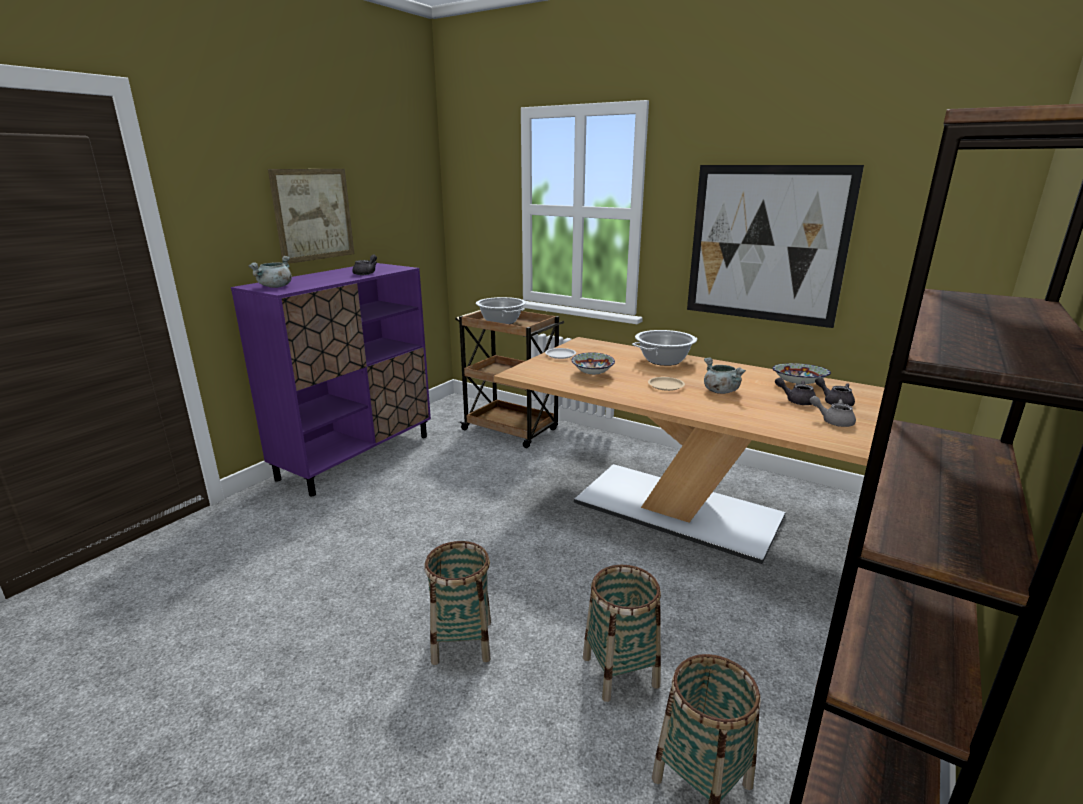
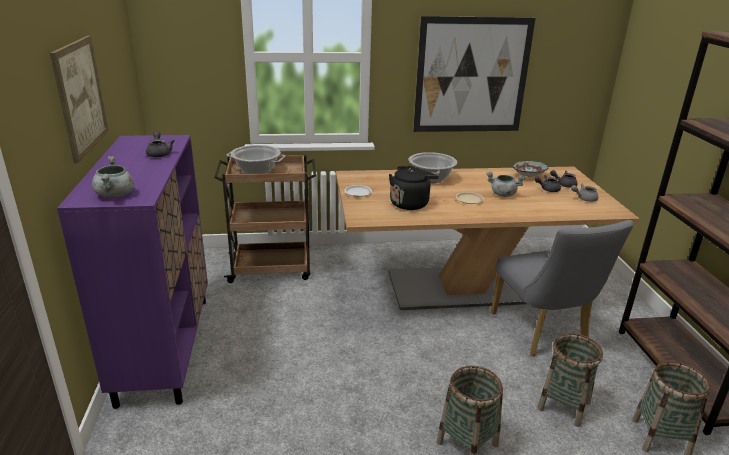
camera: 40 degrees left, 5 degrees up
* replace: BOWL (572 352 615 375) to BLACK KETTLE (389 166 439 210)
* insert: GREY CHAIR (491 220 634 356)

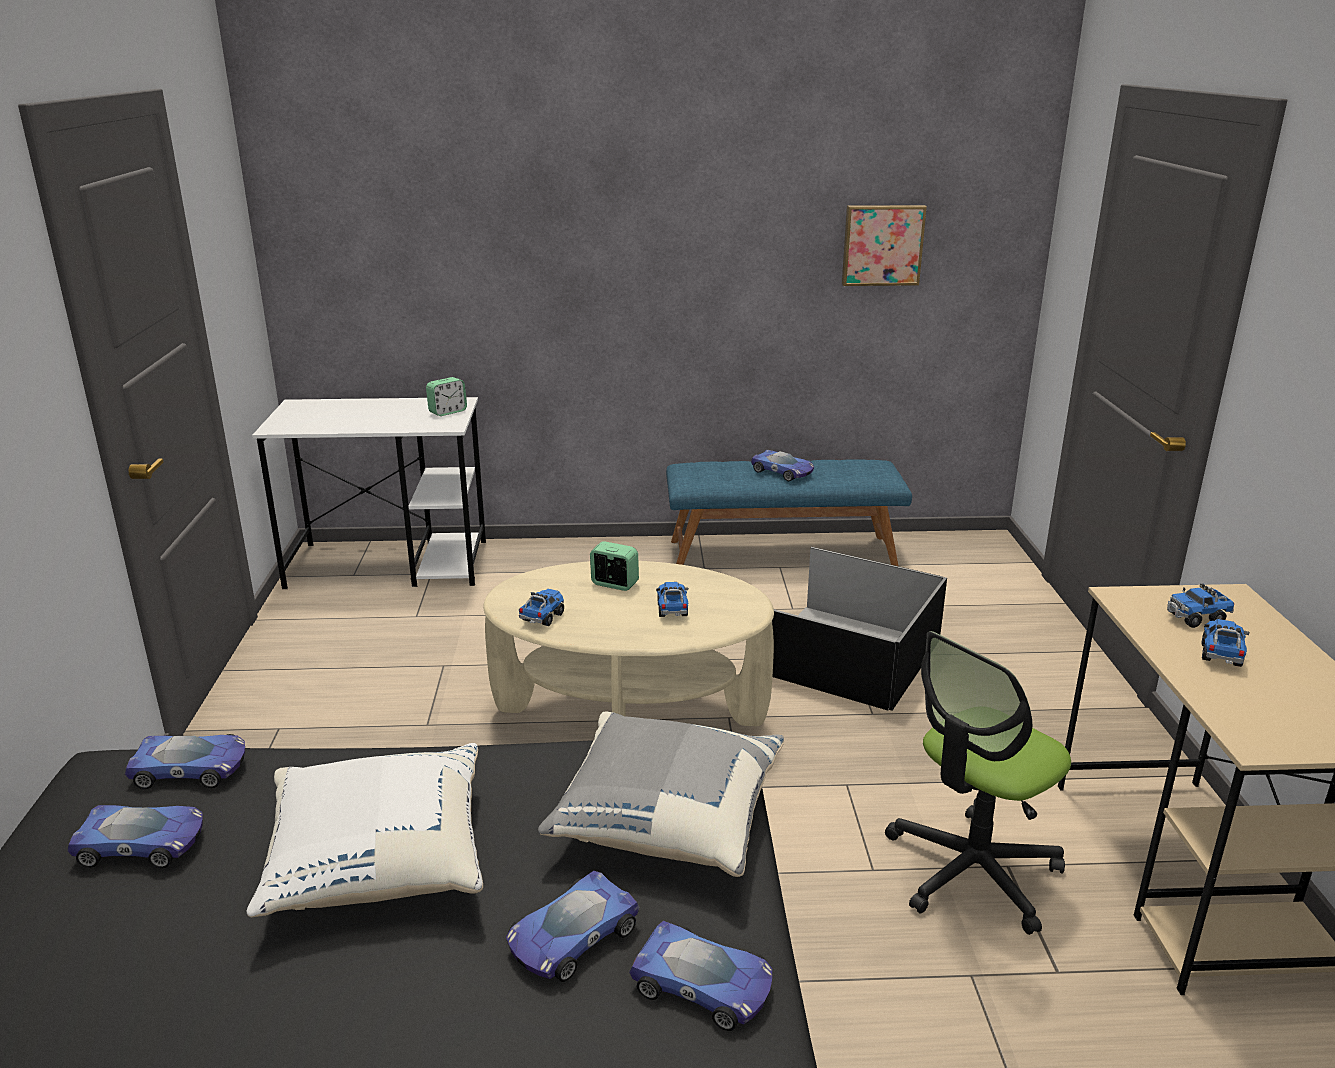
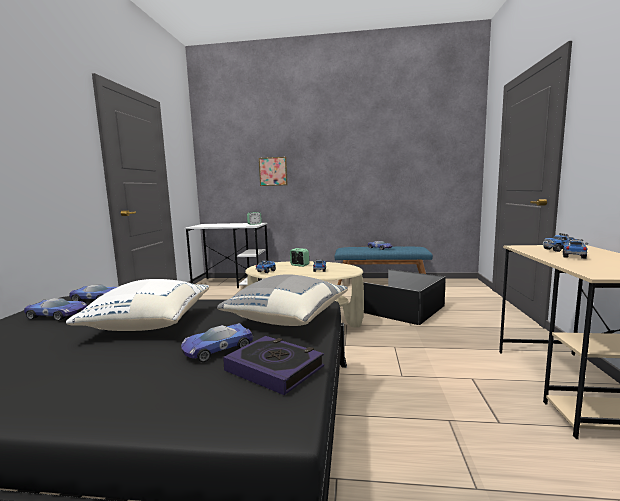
camera: 10 degrees right, 15 degrees down
* move: PICTURE (842 205 927 286) to (259 157 288 186)
* delete: OFFICE CHAIR (885 631 1071 935)
* replace: TOY CAR (629 921 772 1031) to BOOK (223 336 324 395)

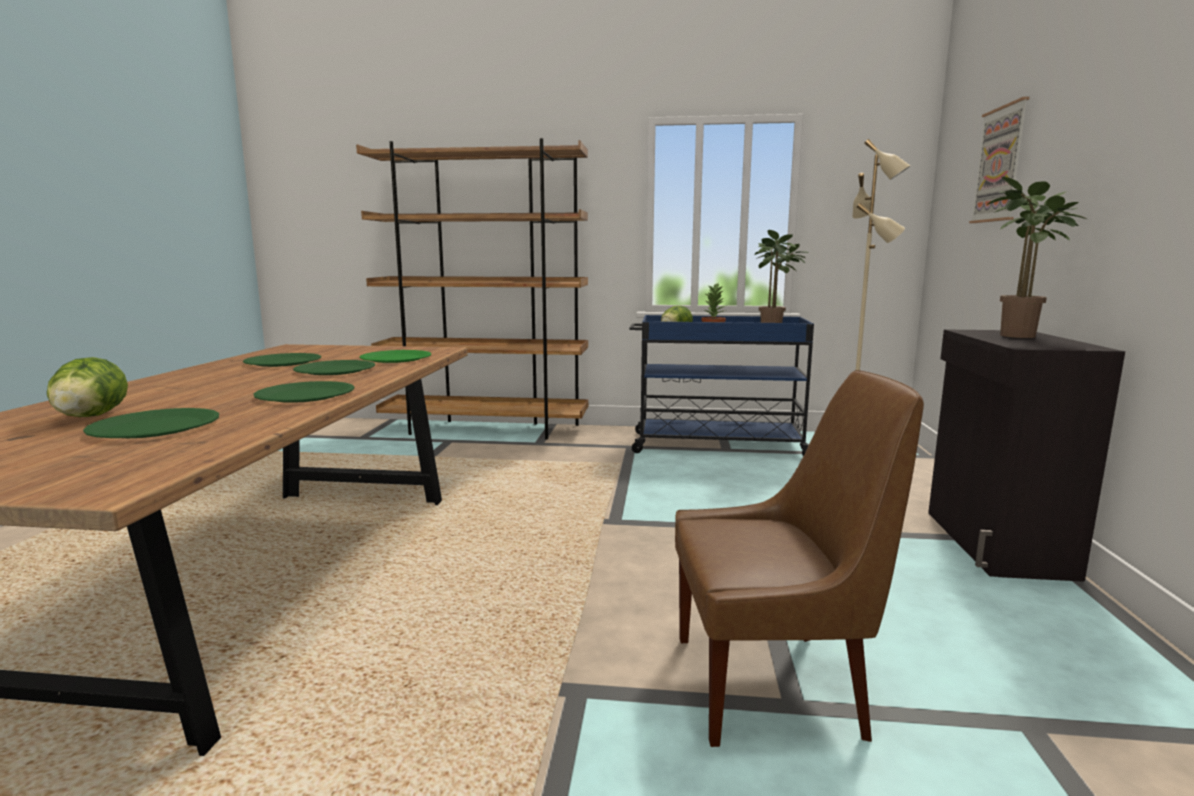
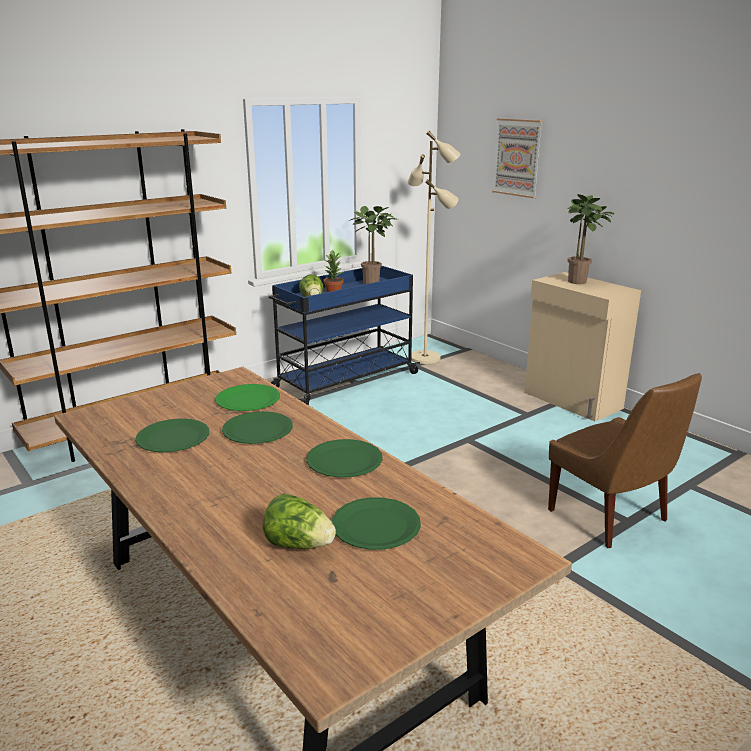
camera: 45 degrees left, 10 degrees up
* recolor: BLACK CABINET (928 329 1125 582) to BEIGE CABINET (525 272 641 422)
* rotate: BROWN CHAIR (675 370 924 747) = (548 373 702 548) 105 degrees clockwise

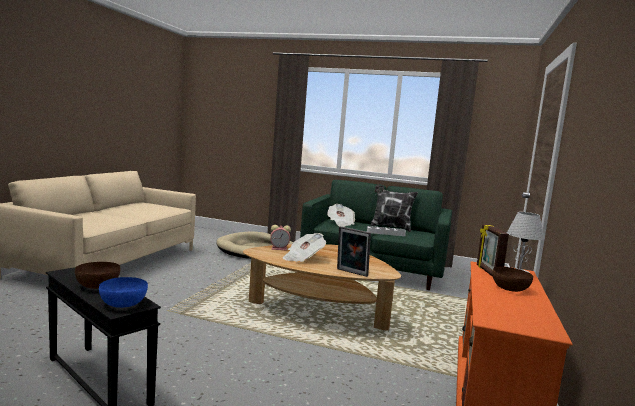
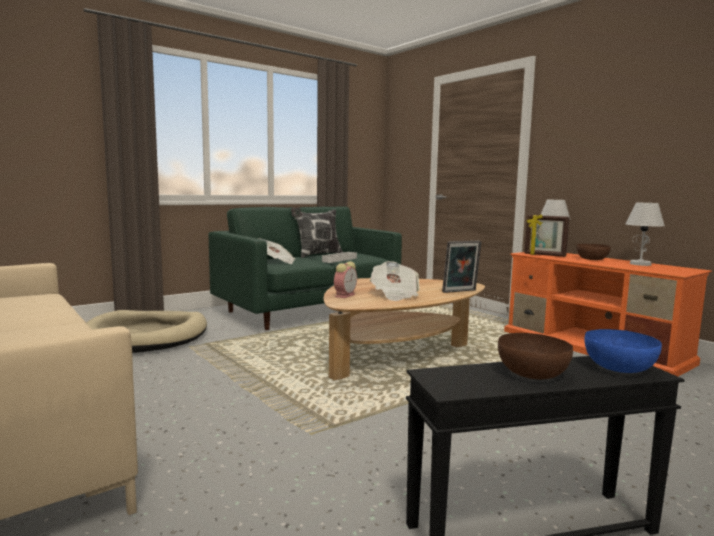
camera: 55 degrees left, 0 degrees up
* insert: WHITE TABLE LAMP (626 203 665 266)

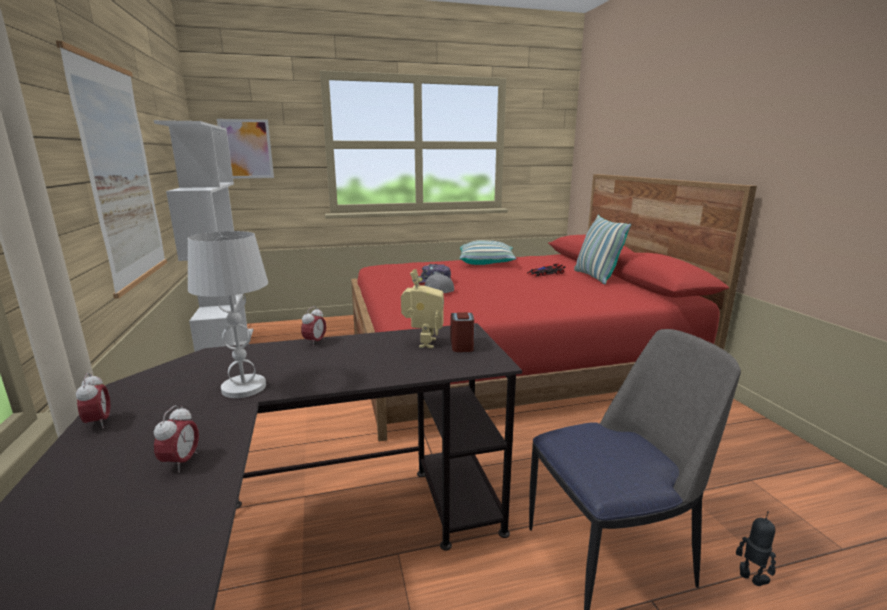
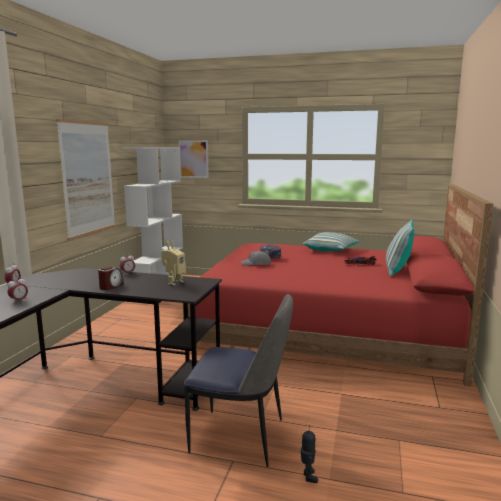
camera: 30 degrees right, 5 degrees down
* delete: WHITE TABLE LAMP (188 231 268 398)
* move: ALARM CLOCK (450 312 474 352) to (98 267 124 290)

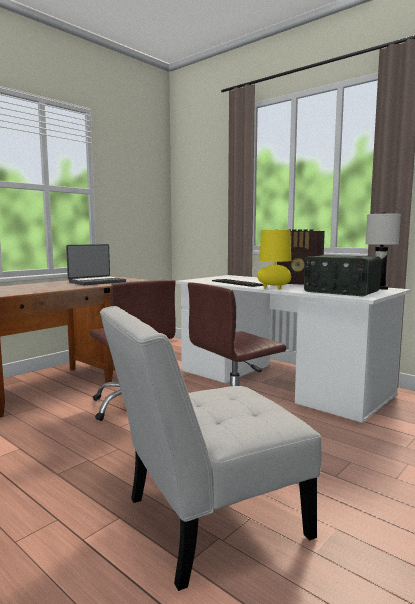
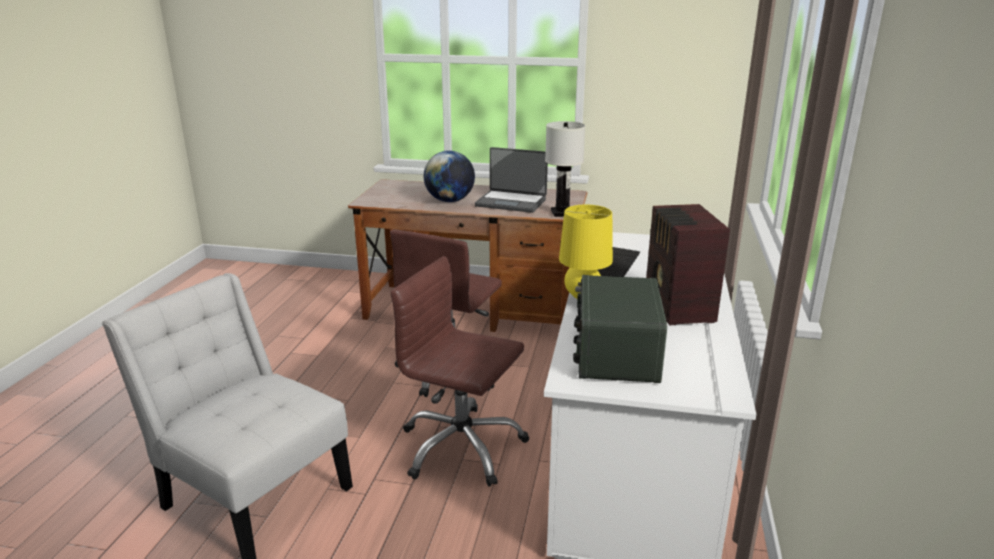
camera: 60 degrees right, 15 degrees up
* move: WHITE TABLE LAMP (365 212 401 290) to (545 121 585 217)
* insert: GLOBE (424 150 475 202)

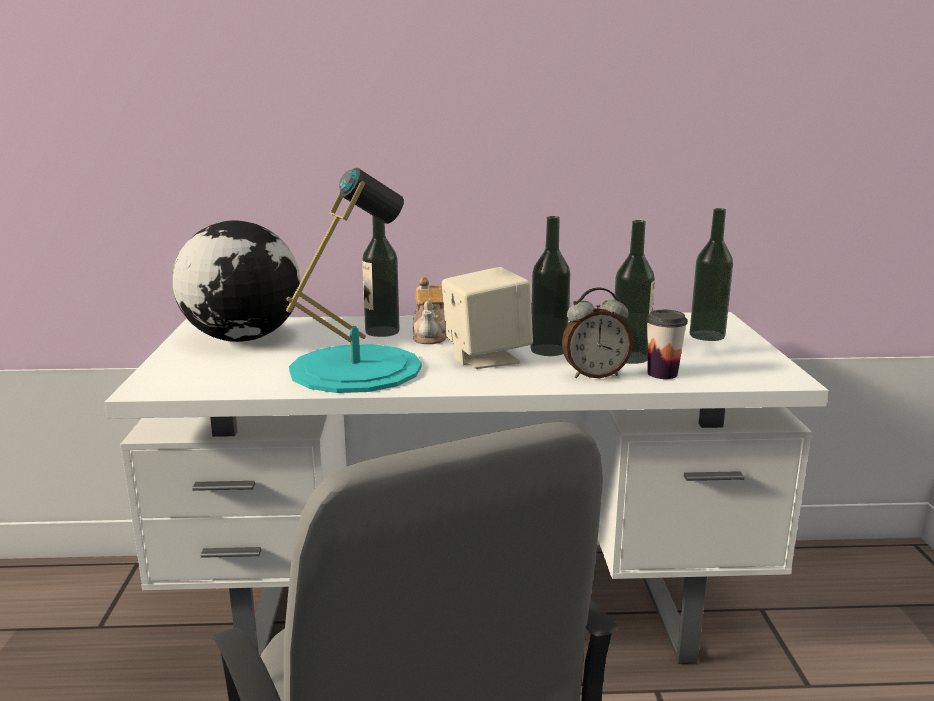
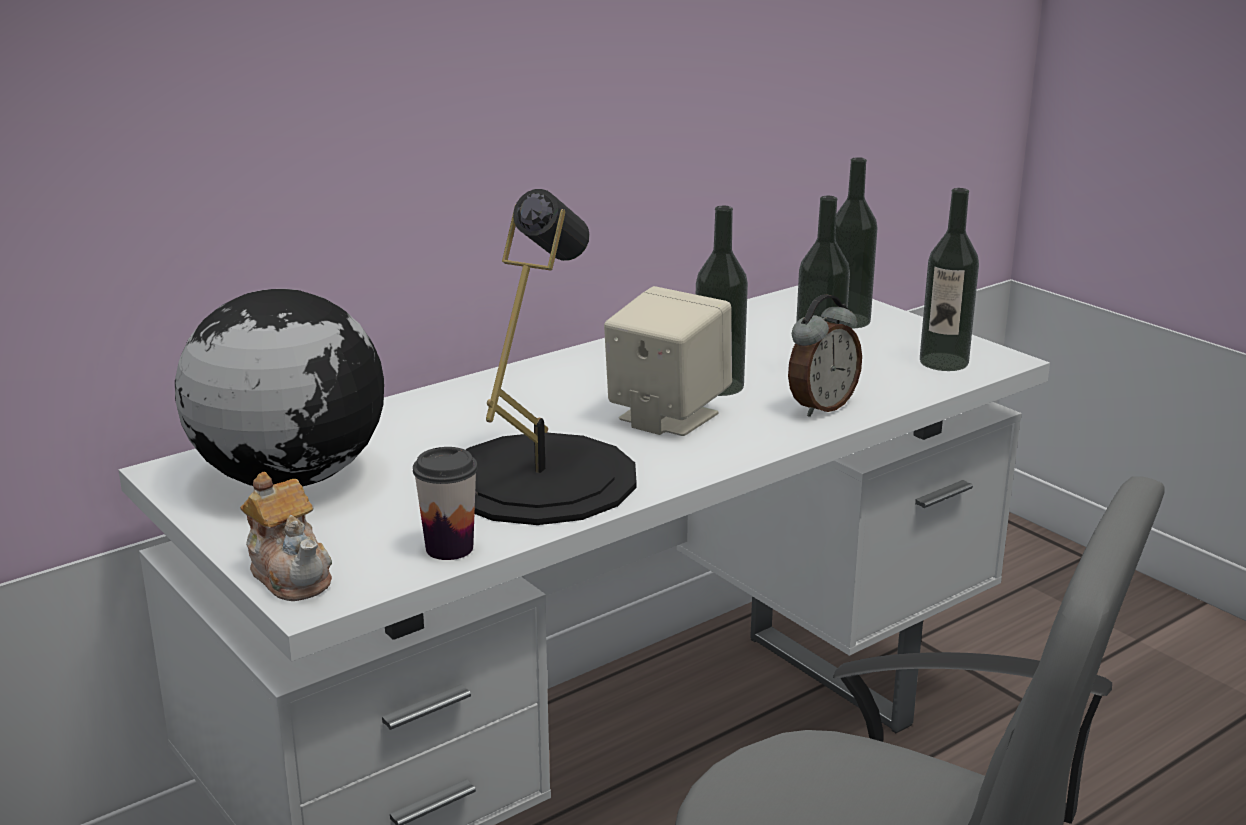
camera: 35 degrees left, 5 degrees up
* recolor: TURQUOISE TABLE LAMP (286 168 422 393) to BLACK TABLE LAMP (466 189 637 525)
* move: BOTTLE (362 215 399 337) to (920 188 979 371)
* move: TEAPOT (413 277 447 344) to (240 472 332 601)
* move: CUP (646 310 688 379) to (413 447 478 560)

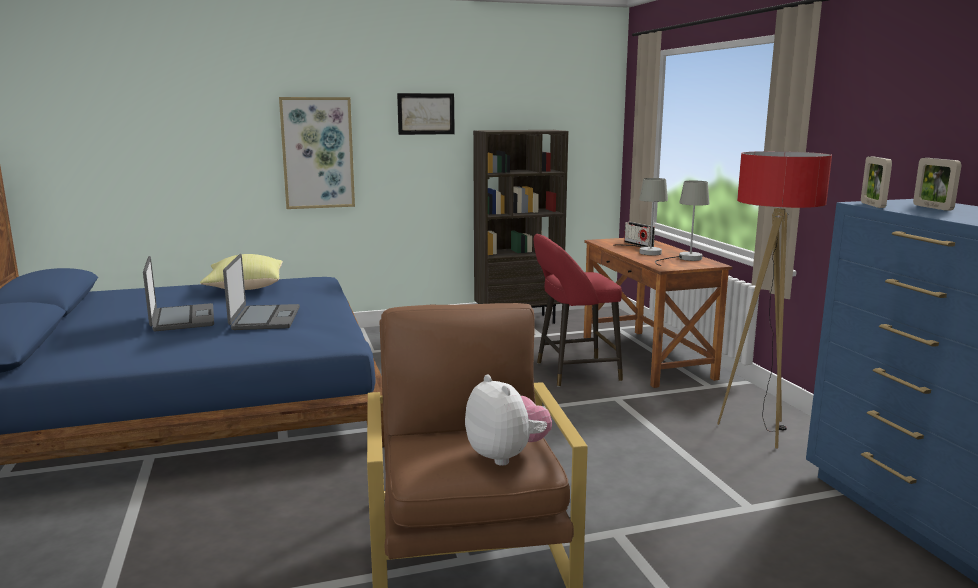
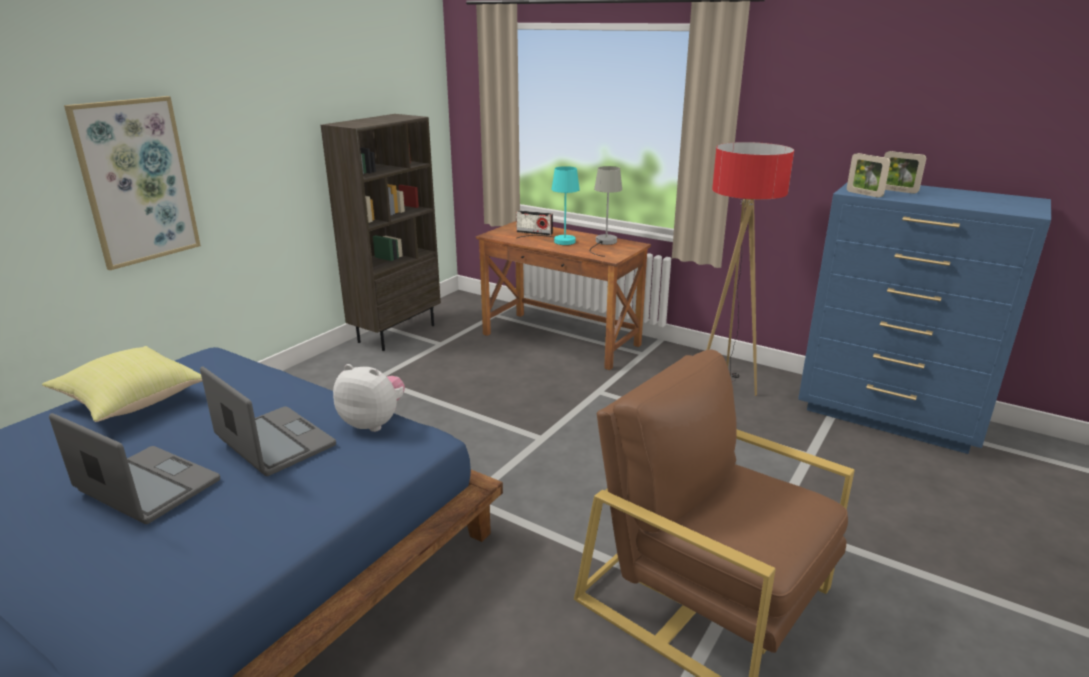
camera: 40 degrees left, 10 degrees up
* delete: PICTURE (397 93 455 135)
* recolor: GREY TABLE LAMP (624 178 668 255) to TURQUOISE TABLE LAMP (516 166 580 245)
* delete: RED STOOL (534 234 623 387)
* move: PLUSH TOY (465 374 552 466) to (333 364 405 432)

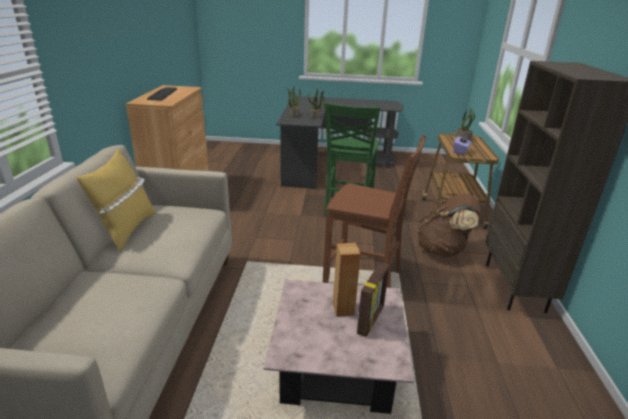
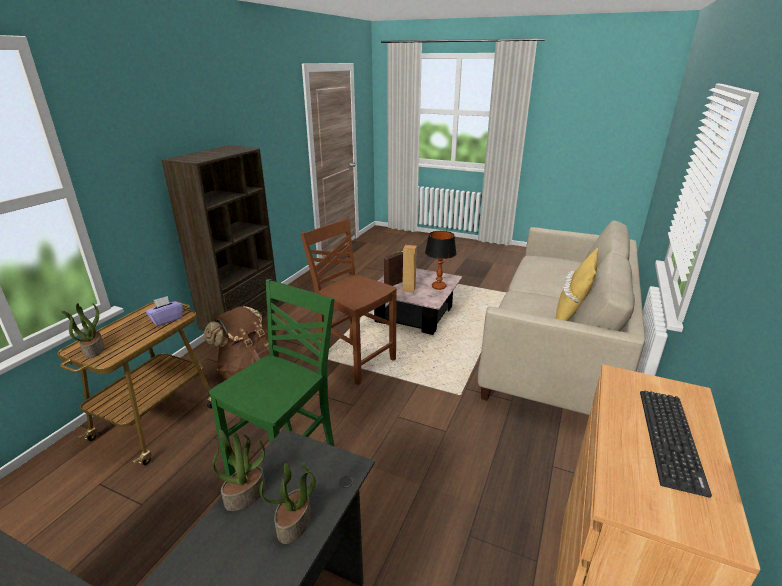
camera: 160 degrees left, 0 degrees up
* insert: TABLE LAMP (425 231 457 290)

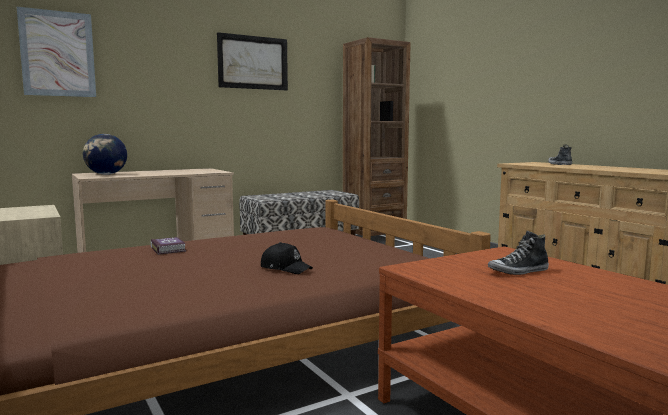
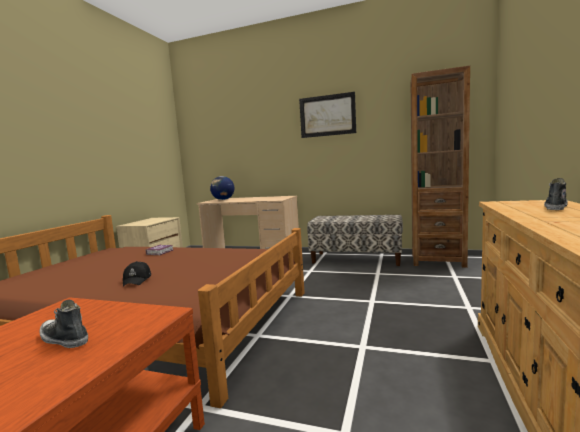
camera: 50 degrees right, 0 degrees up
* delete: PICTURE (17 7 96 97)

